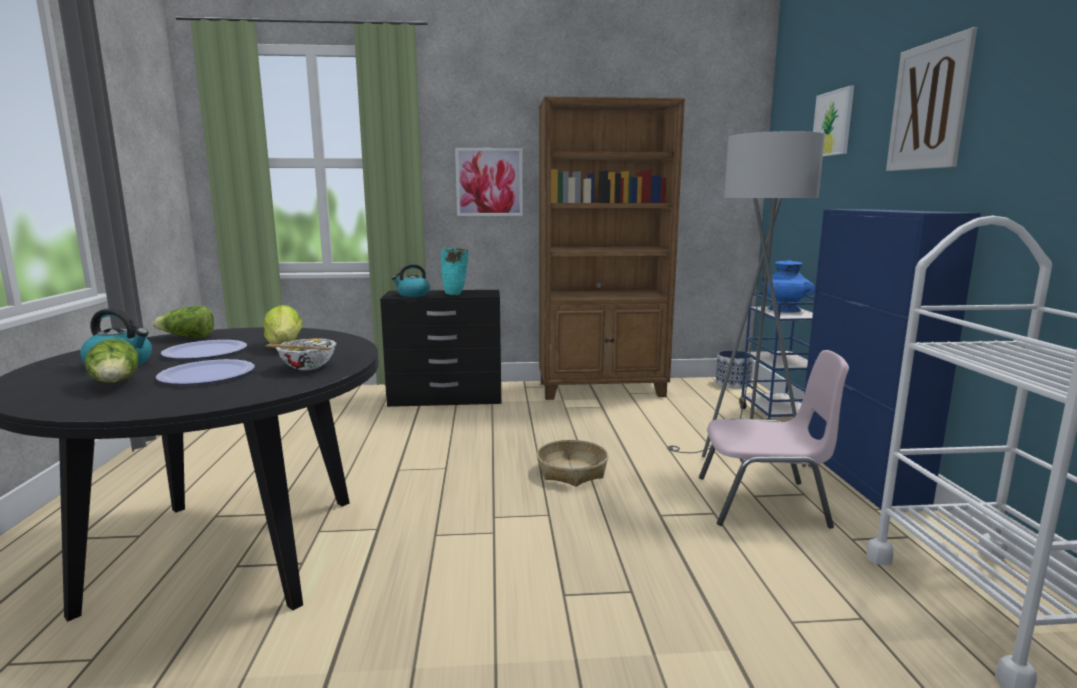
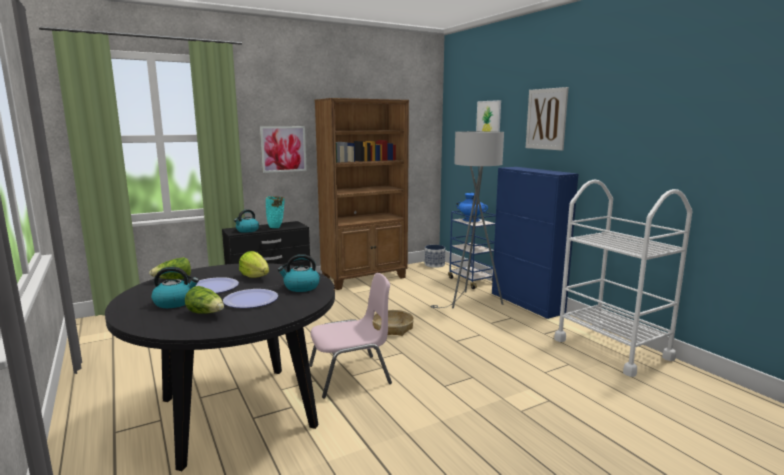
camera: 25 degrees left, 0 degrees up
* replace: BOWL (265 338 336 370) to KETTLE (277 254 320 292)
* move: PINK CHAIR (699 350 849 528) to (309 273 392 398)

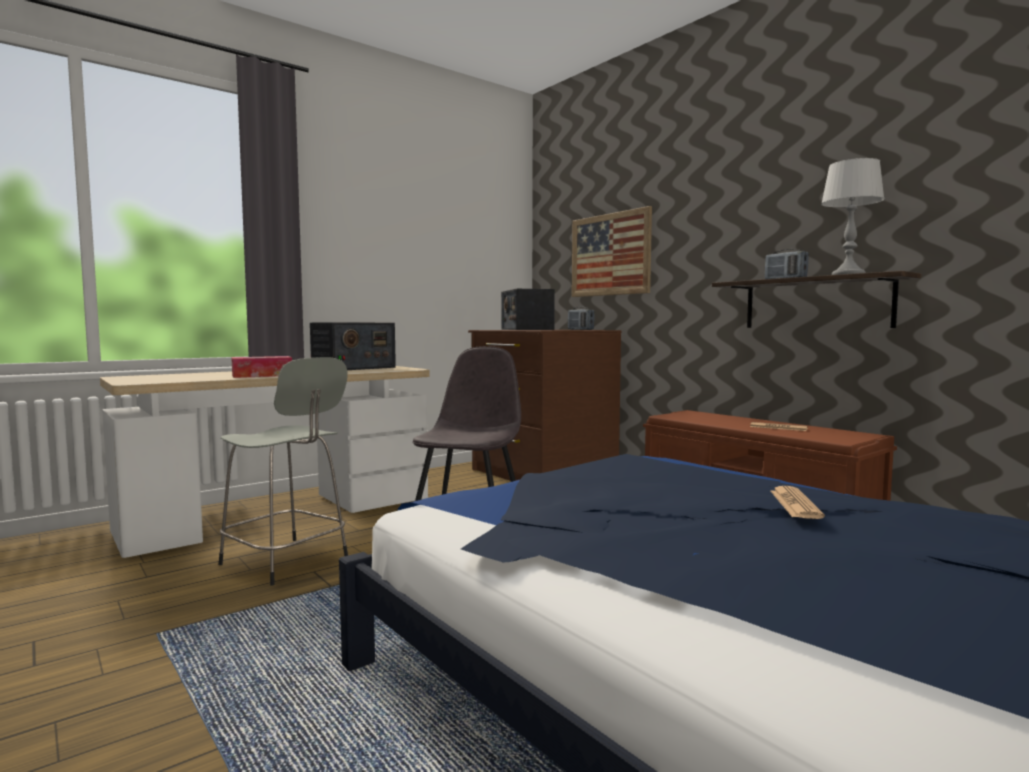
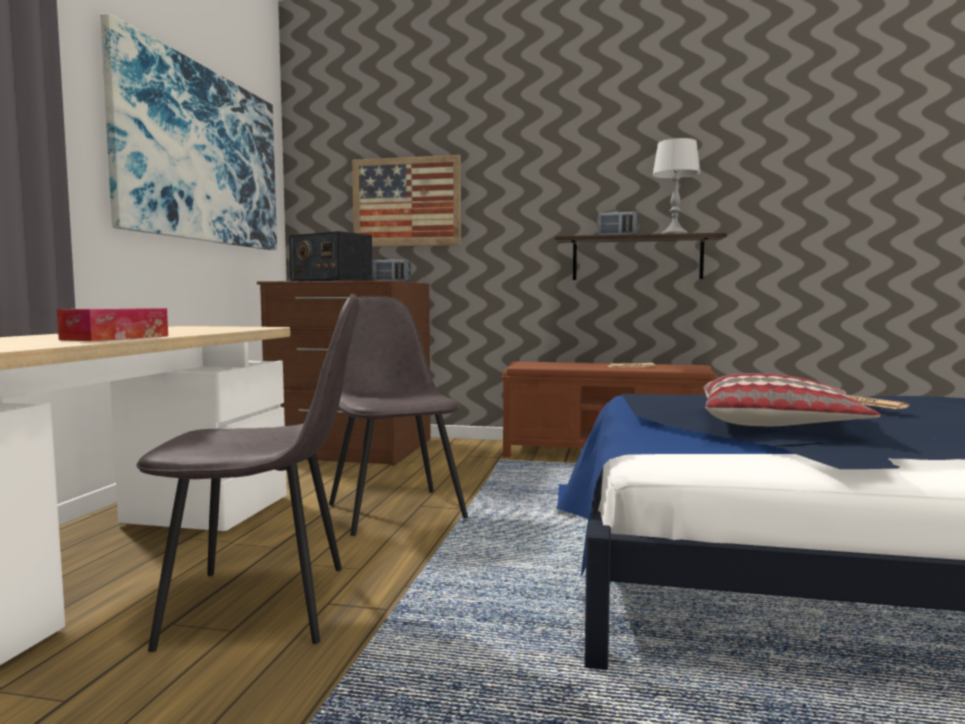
camera: 40 degrees left, 0 degrees up
* delete: RADIO (310 322 396 370)
* replace: GREY STOOL (219 357 348 586) to GREY CHAIR (137 294 360 652)
* insert: PICTURE (100 13 277 250)
* insert: PILLOW (704 373 880 426)

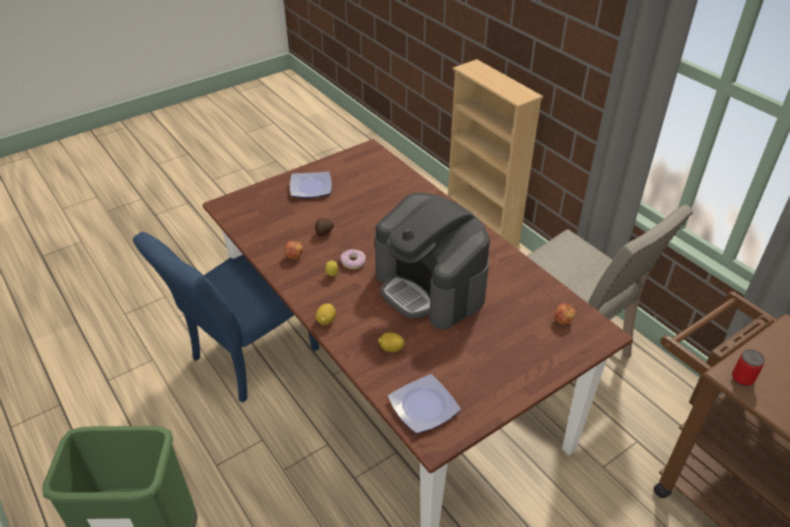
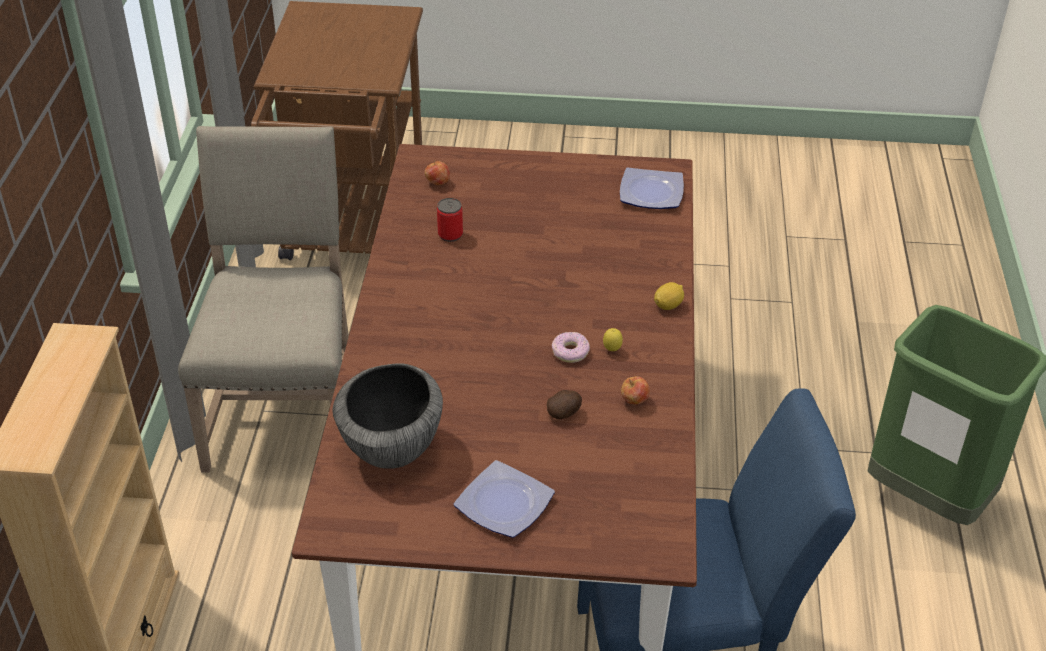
camera: 140 degrees left, 0 degrees up
* delete: COFFEE MACHINE (375 193 490 330)
* delete: LEMON (378 332 405 352)
* move: CAN (732 349 765 386) to (437 198 463 242)
* insert: BOWL (333 363 443 469)

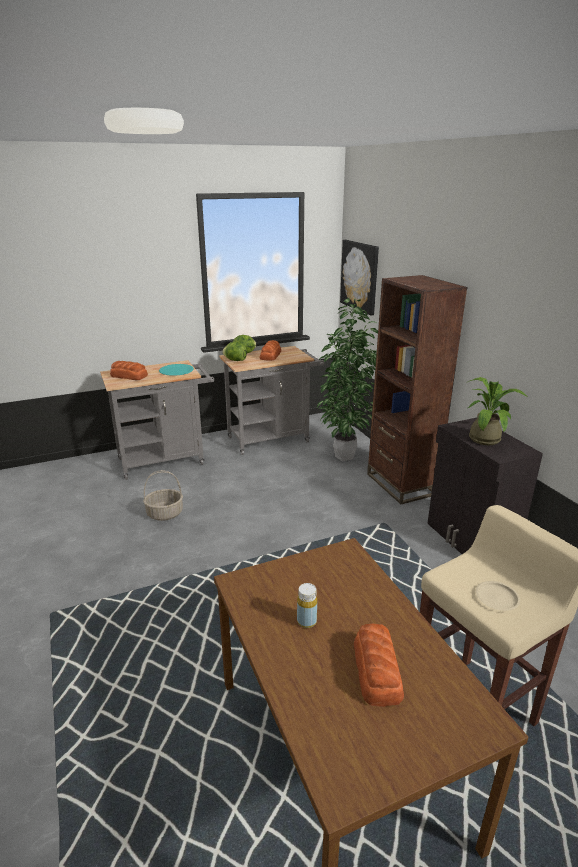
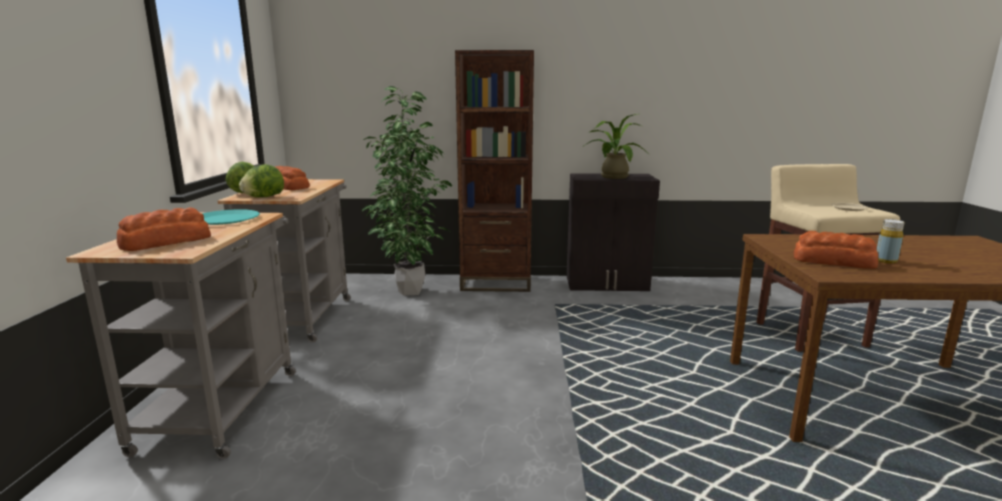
camera: 65 degrees left, 10 degrees down
* delete: PICTURE (340 240 379 316)
* delete: BASKET (143 470 183 521)
* move: BREAD (354 624 404 707) to (793 231 878 269)

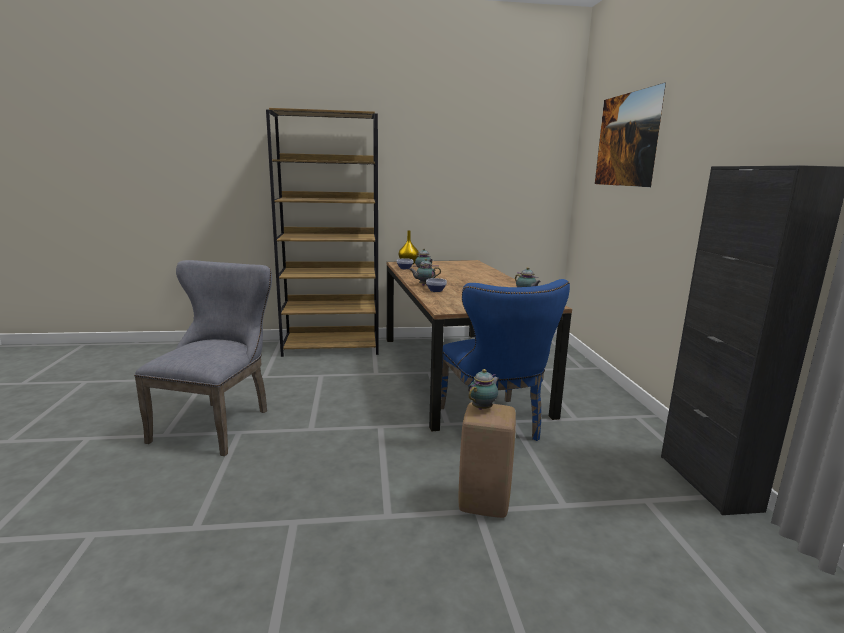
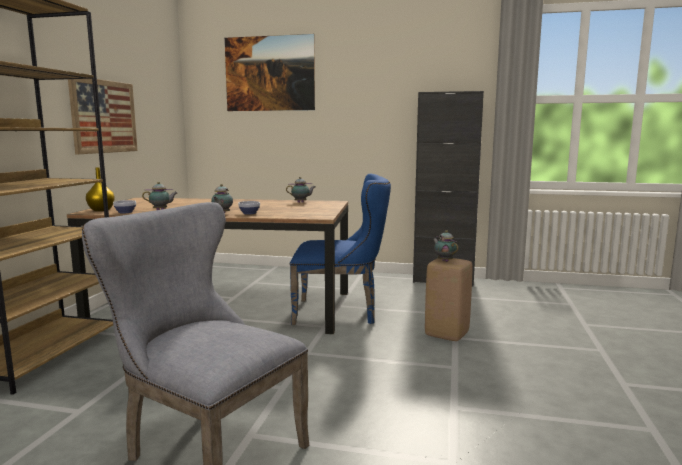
camera: 70 degrees left, 5 degrees down
* insert: PICTURE (68 79 138 154)

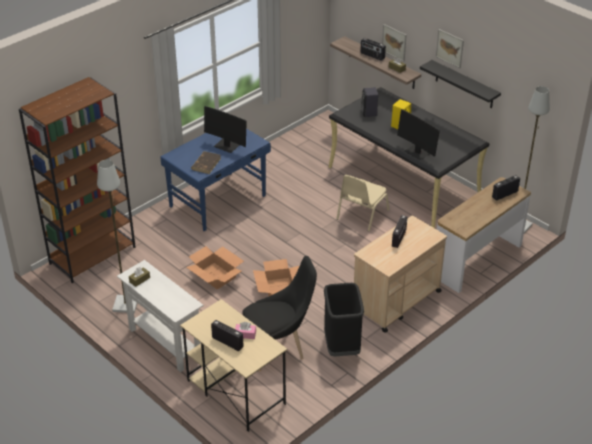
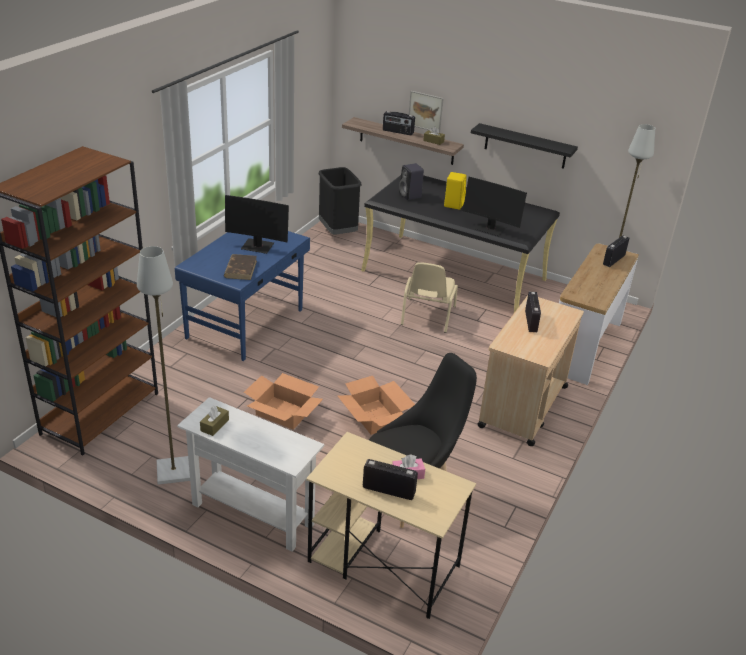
camera: 20 degrees left, 5 degrees down
* delete: PICTURE (436 29 464 68)
* move: BLACK TRASH CAN (324 283 364 357) to (319 167 362 234)

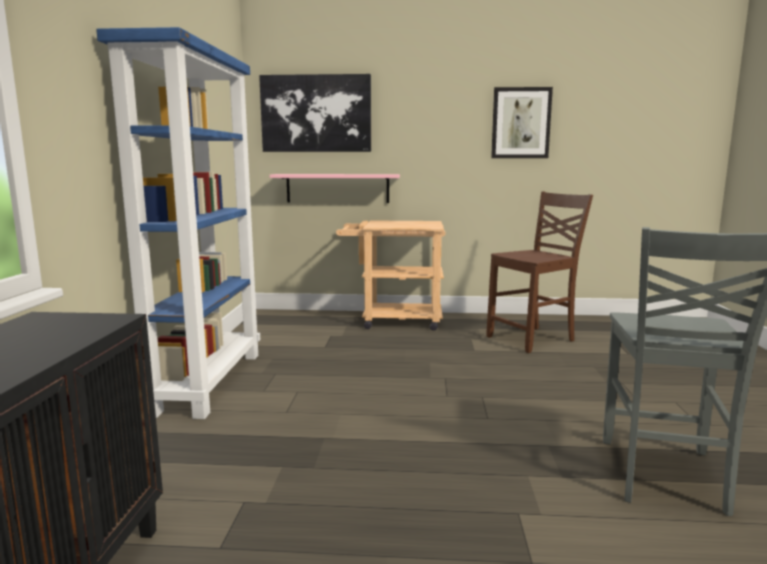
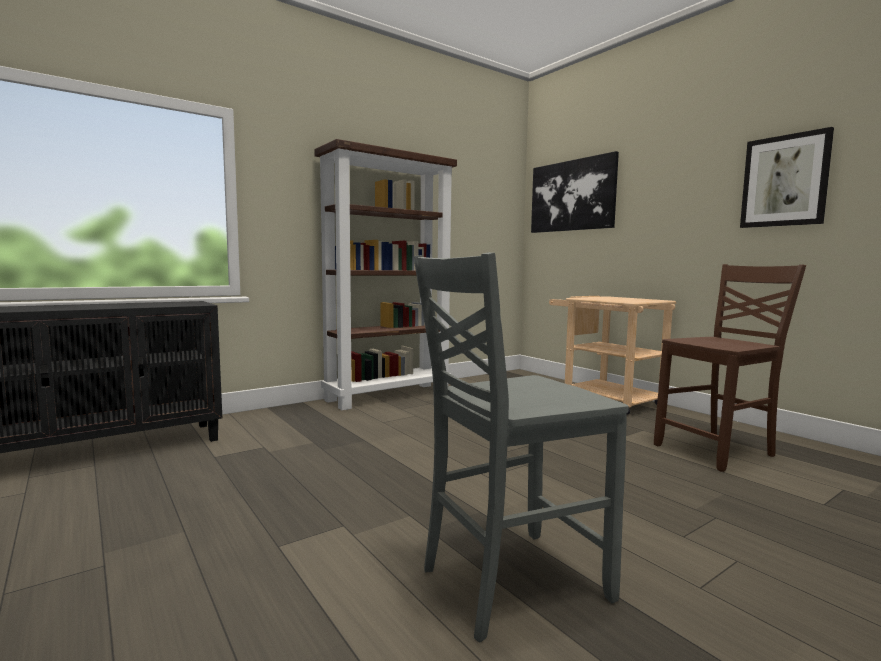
camera: 50 degrees right, 5 degrees down
* recolor: BLUE BOOKCASE (96 27 260 419) to BROWN BOOKCASE (314 139 457 410)
* delete: PINK SHELF (269 174 400 203)
* rotate: BROWN CHAIR (486 191 593 353) = (654 264 806 472) 45 degrees counterclockwise

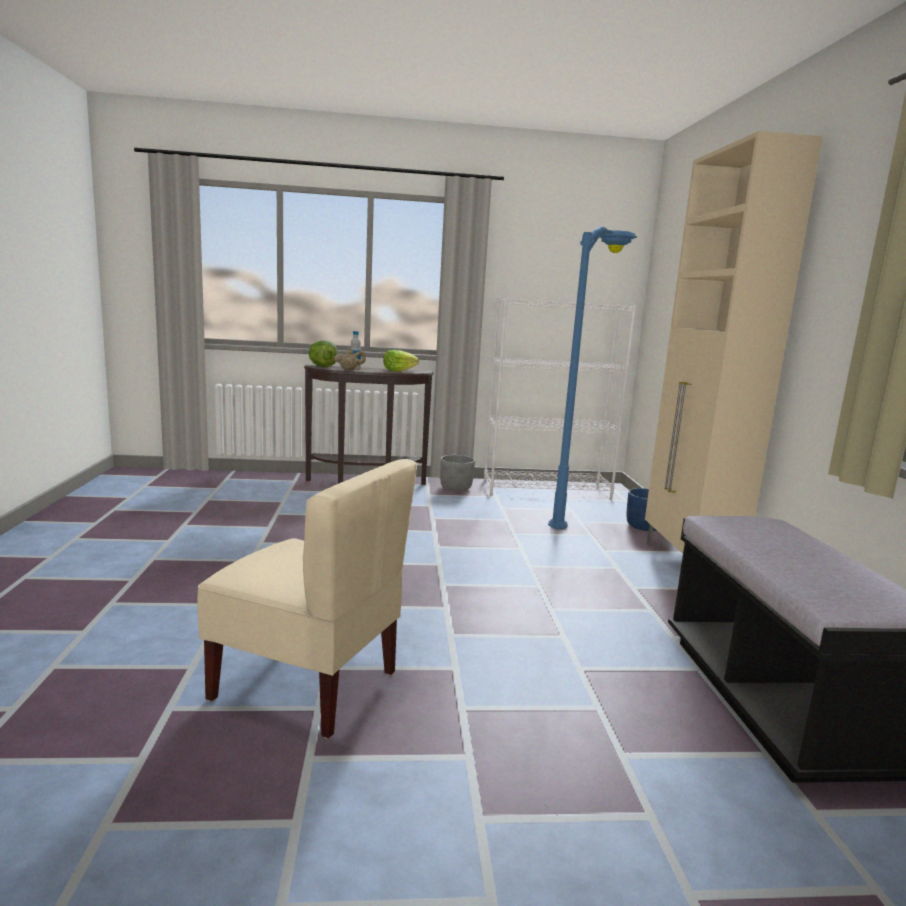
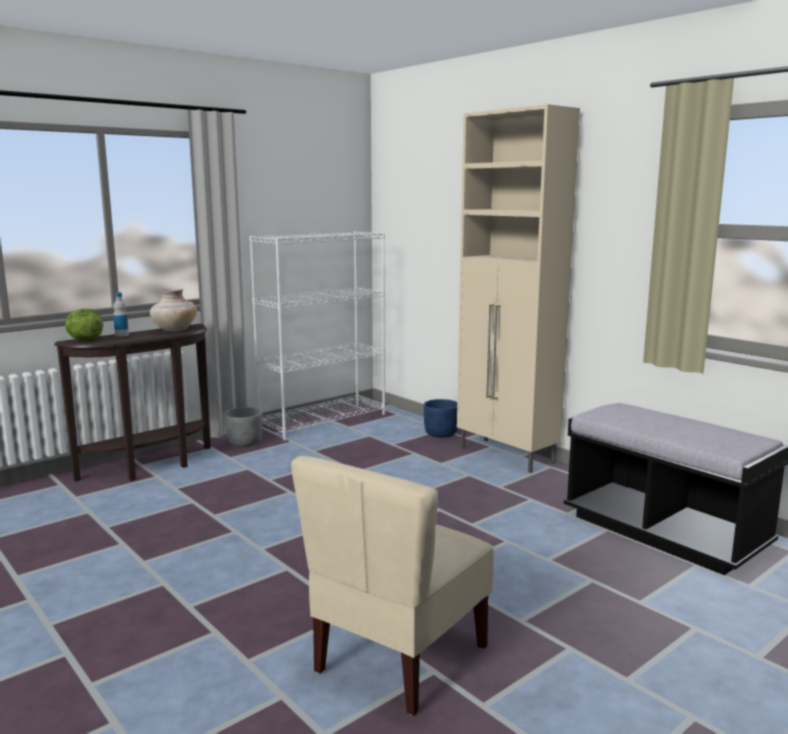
camera: 35 degrees left, 0 degrees up
* delete: BLUE FLOOR LAMP (548 226 637 529)
* delete: BEIGE TEAPOT (334 347 366 370)
* replace: LETTUCE (383 350 419 372) to BEIGE VASE (150 288 197 332)
* rotate: BEIGE CHAIR (197 459 417 739) = (291 456 494 716) 135 degrees clockwise

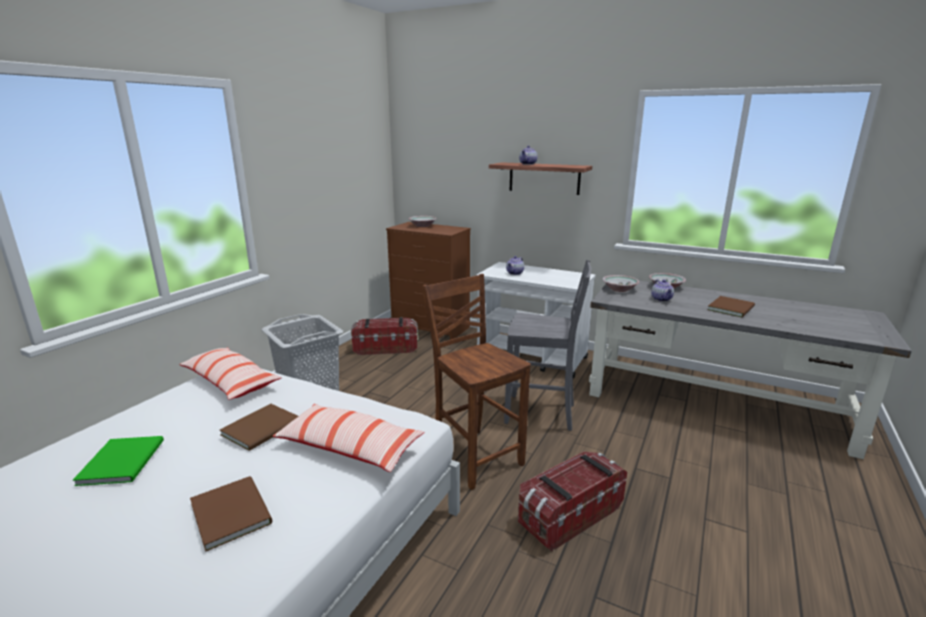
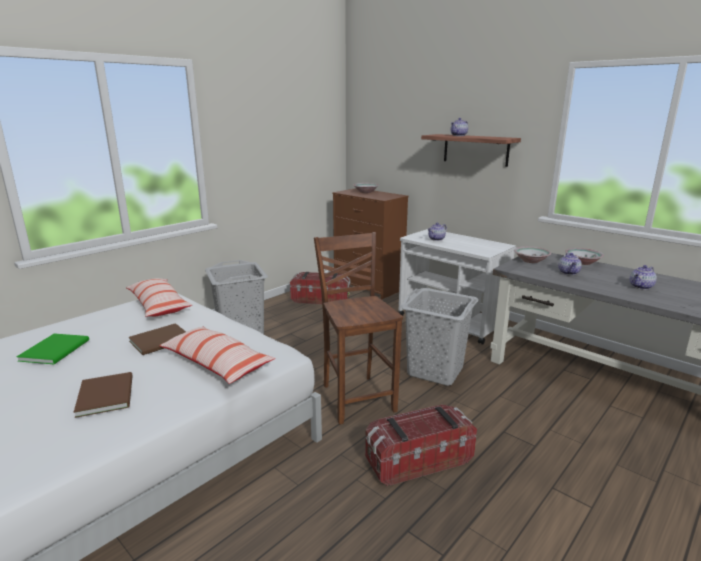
camera: 15 degrees right, 0 degrees up
* replace: GREY CHAIR (504 260 591 431) to GREY LAUNDRY BASKET (400 288 479 386)
* replace: BROWN BOOK (707 296 755 317) to TEAPOT (630 265 657 290)

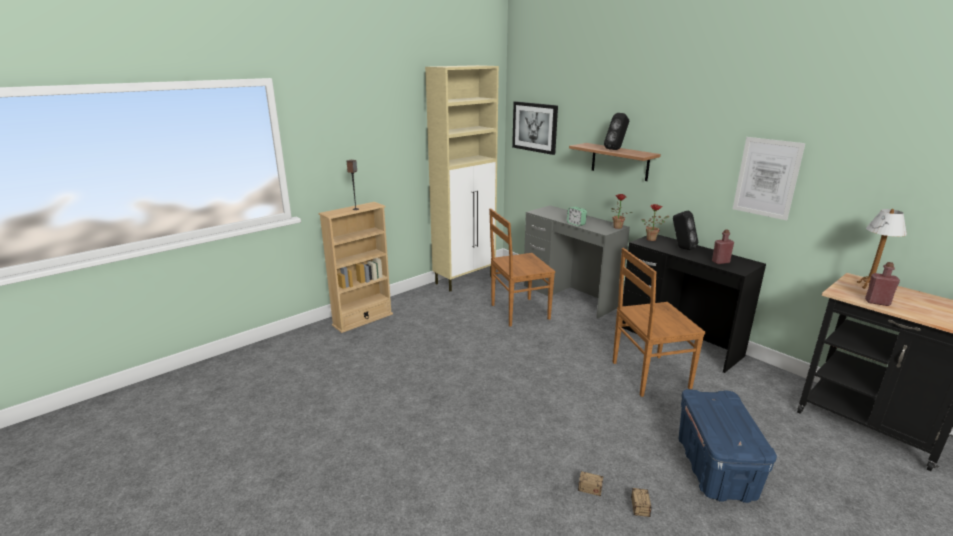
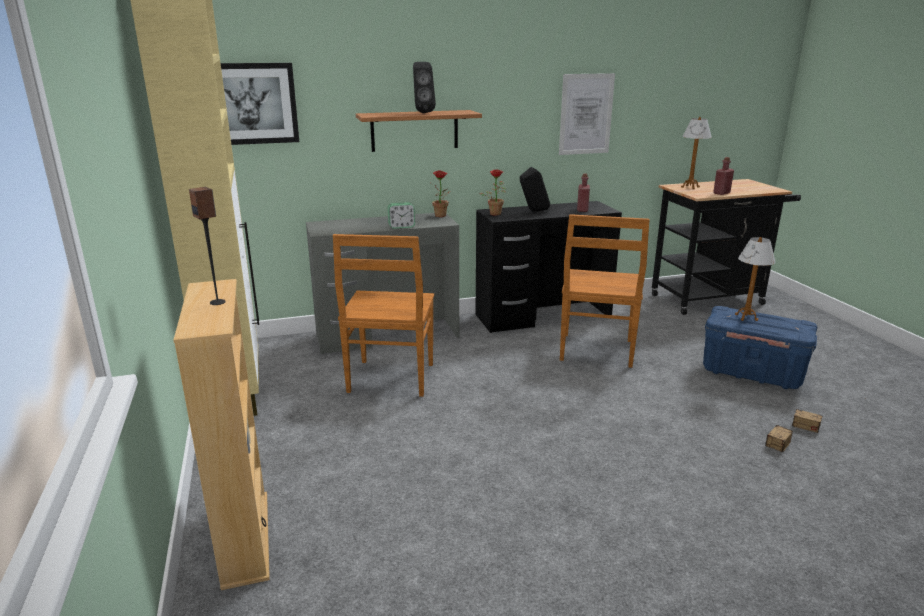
camera: 65 degrees left, 0 degrees up
* insert: TABLE LAMP (735 237 776 321)

